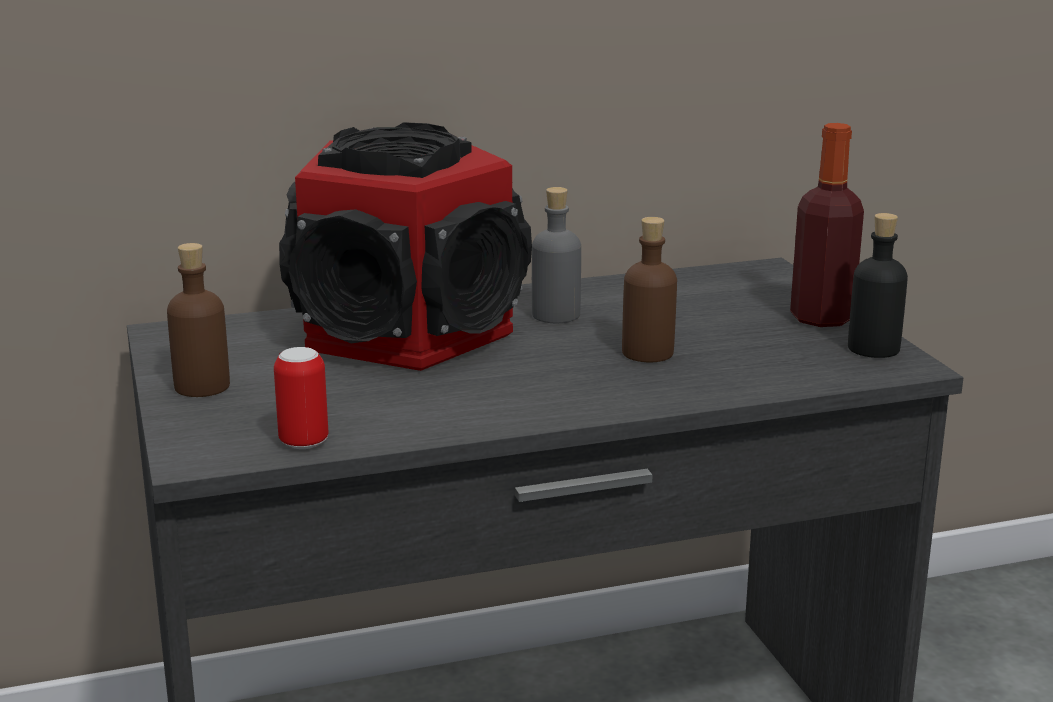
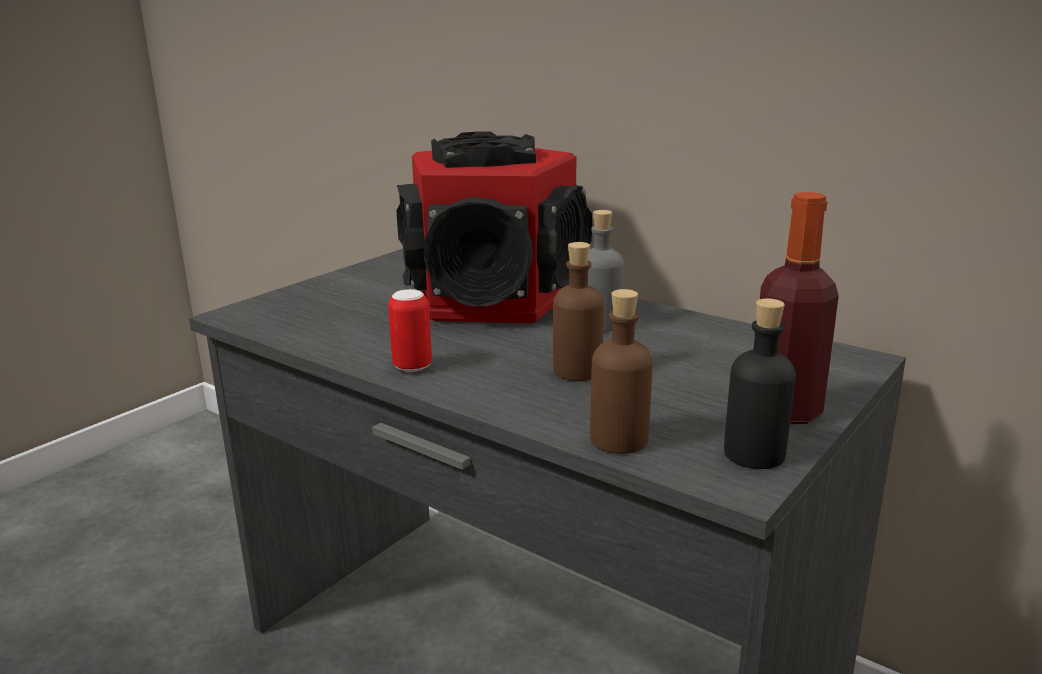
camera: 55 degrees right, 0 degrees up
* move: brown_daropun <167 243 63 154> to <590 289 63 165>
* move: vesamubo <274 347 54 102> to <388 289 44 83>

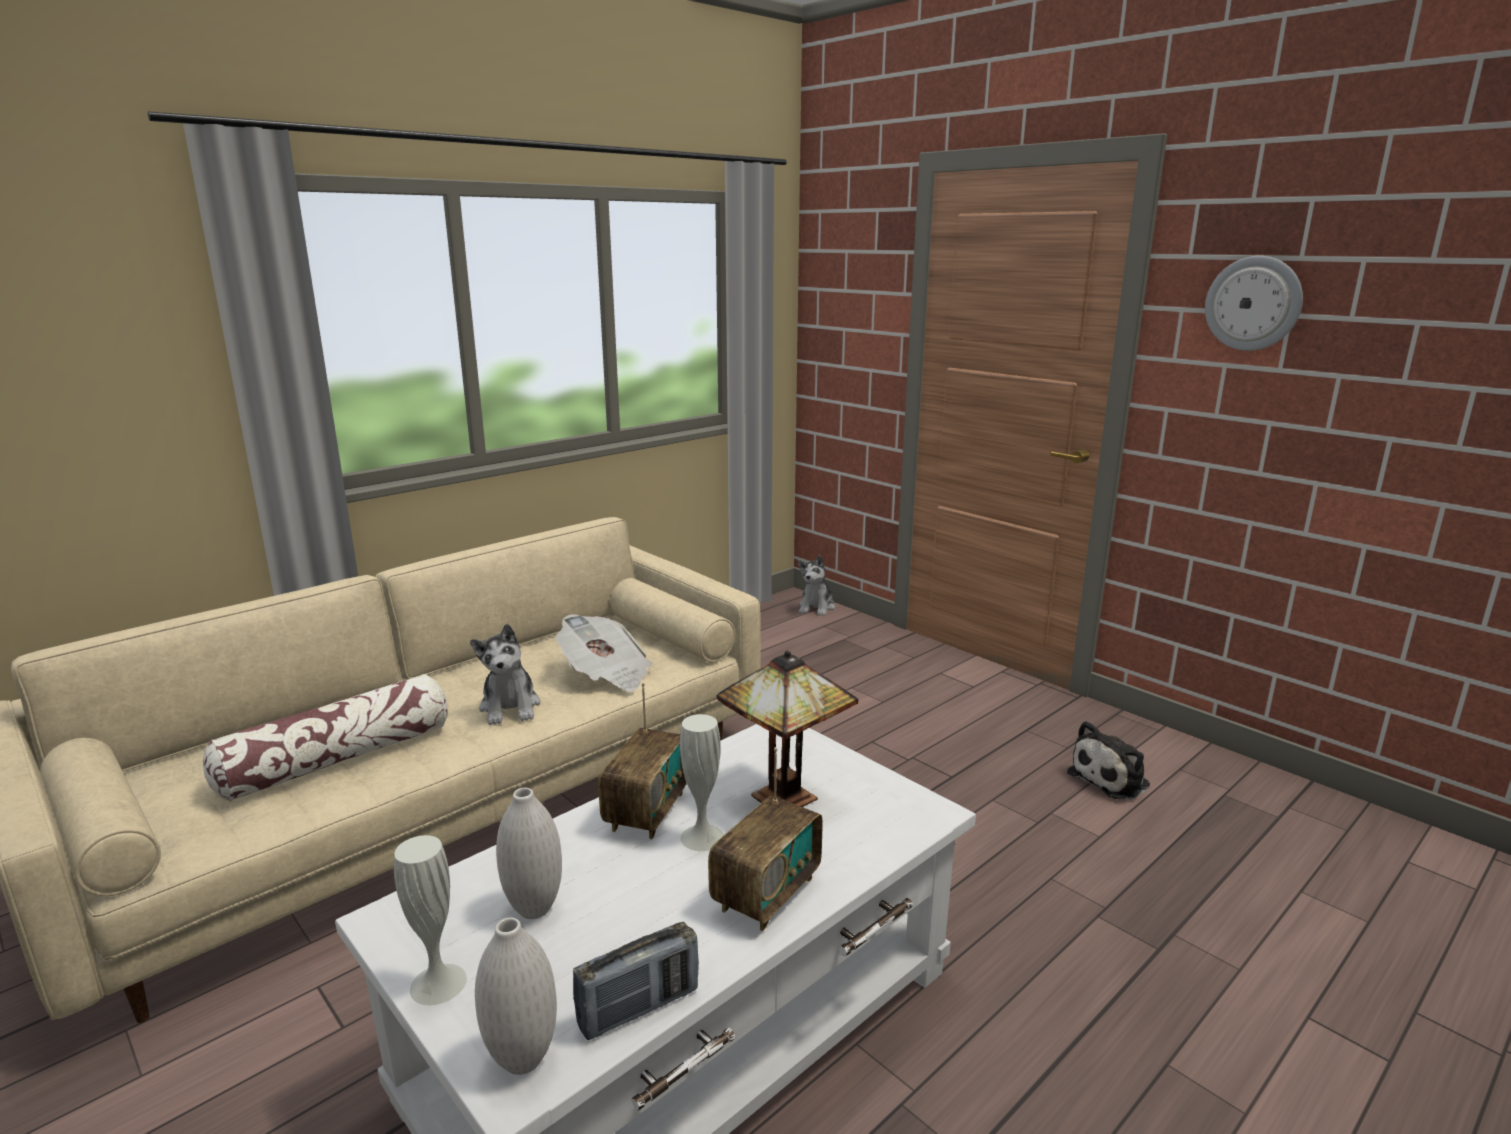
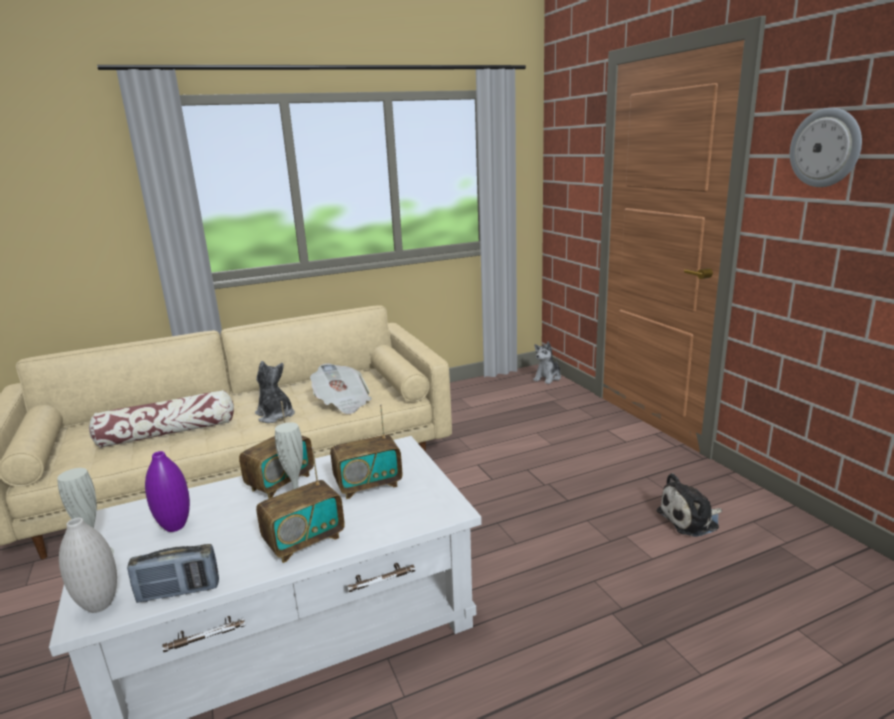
camera: 20 degrees right, 0 degrees up
* rotate: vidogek <470 624 70 101> = <255 361 40 62> 135 degrees clockwise
* recolor: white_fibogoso <496 788 66 131> to purple_fibogoso <145 451 45 81>
* replace: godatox <717 651 142 156> to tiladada <330 404 73 95>

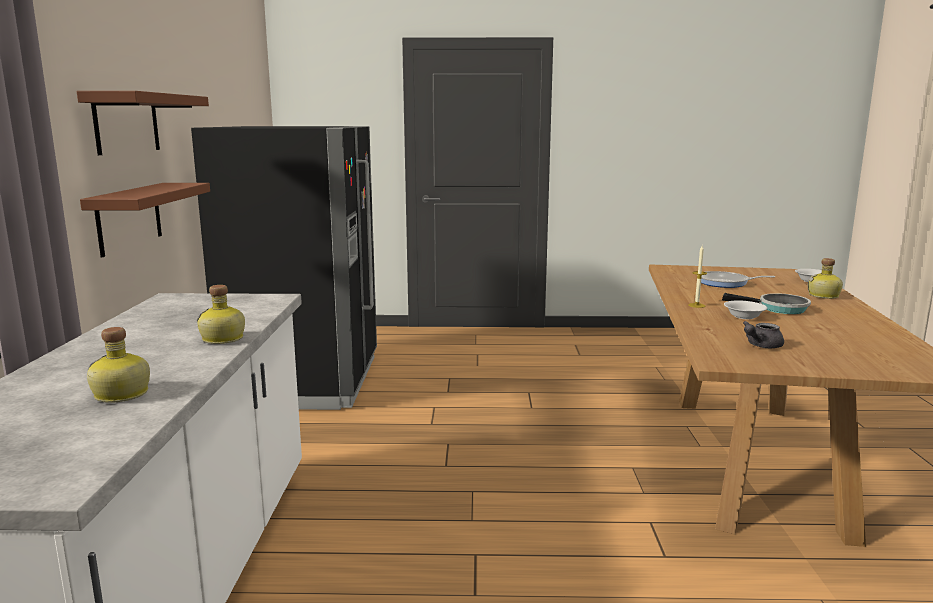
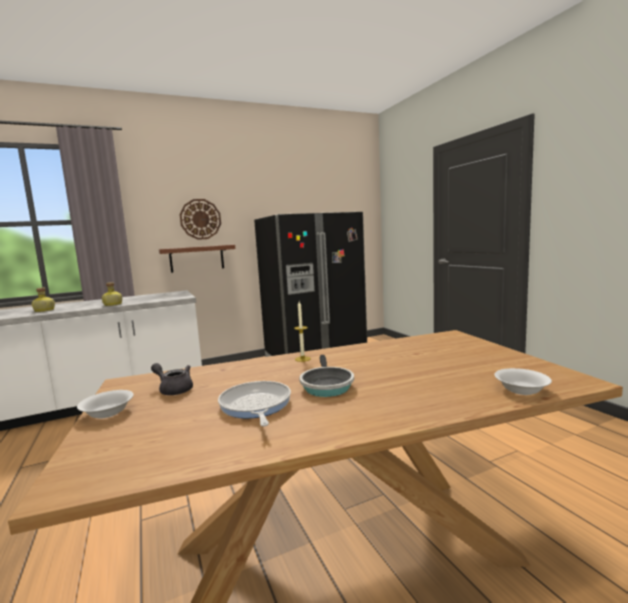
camera: 65 degrees right, 5 degrees down
* replace: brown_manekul <77 91 132 64> to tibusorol <180 199 41 41>
* move: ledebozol <701 271 74 17> to <218 381 73 45>
* move: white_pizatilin <724 301 43 18> to <77 390 56 29>
* delete: daropun <808 258 35 41>

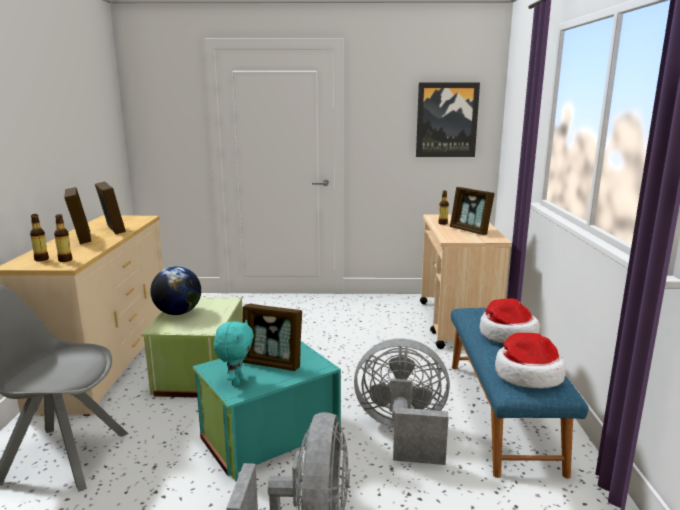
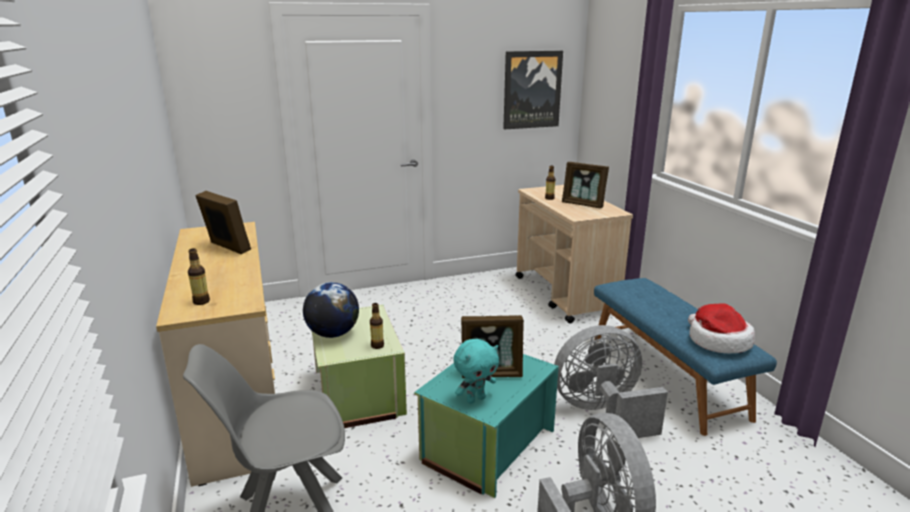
camera: 20 degrees left, 5 degrees up
* move: daropun <54 214 18 48> to <370 303 14 46>
* delete: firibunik <64 187 27 57>
* rotate: turquoise_vidogek <213 320 41 66> = <453 339 46 65> 75 degrees clockwise
* delete: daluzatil <480 298 60 45>

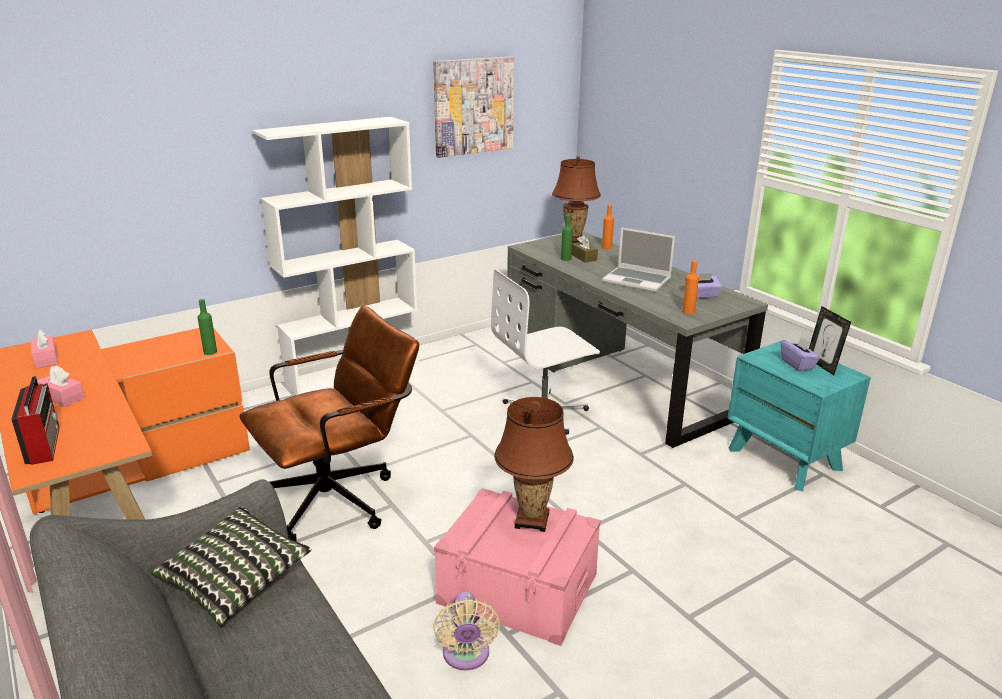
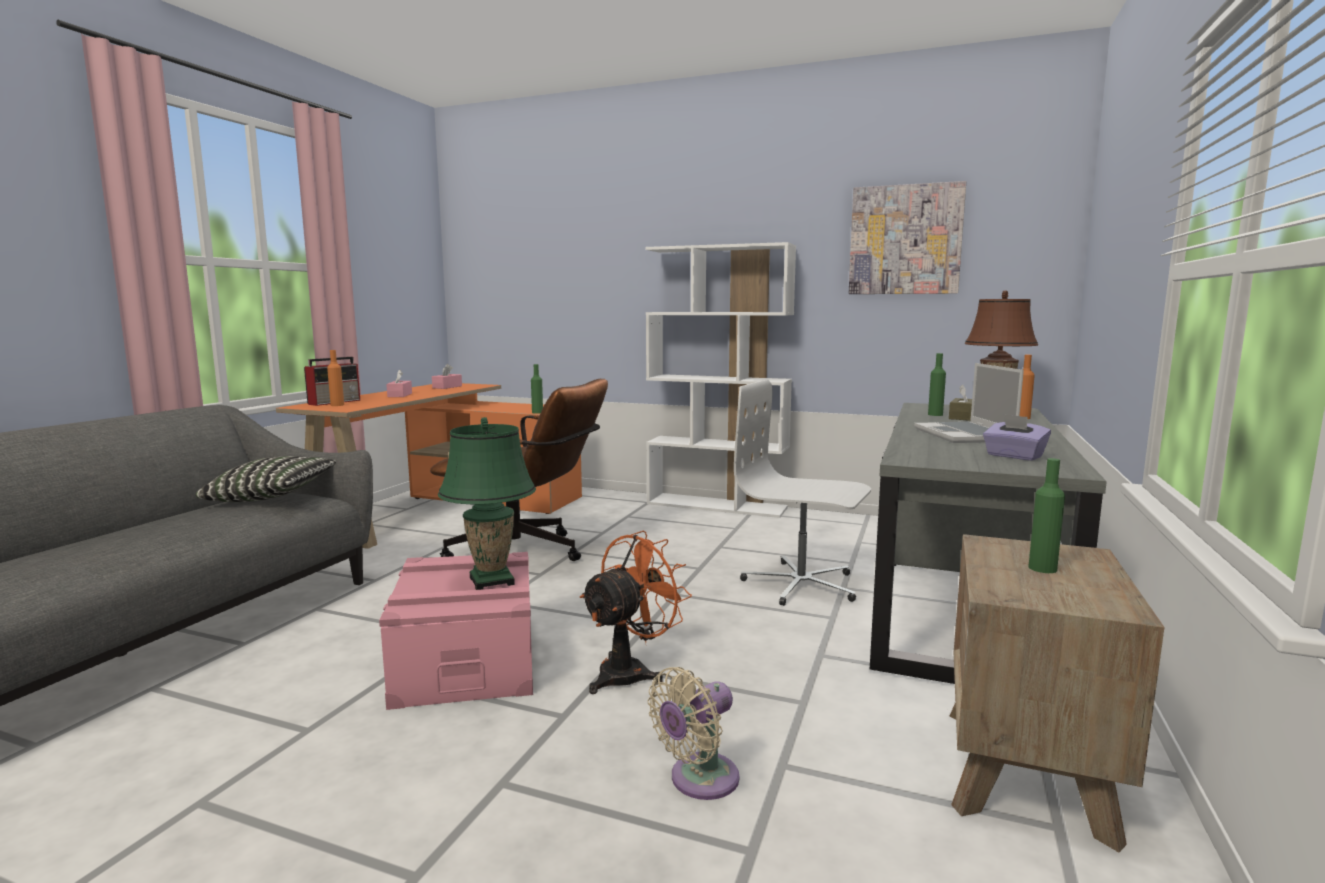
camera: 55 degrees right, 15 degrees down
* move: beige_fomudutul <433 591 67 80> to <648 667 91 133>
* recolor: brown_godatox <494 397 80 135> to green_godatox <438 417 98 173>
* move: orange_daropun <682 261 17 53> to <327 350 17 56>
* recolor: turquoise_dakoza <728 340 143 152> to brown_dakoza <949 534 215 318>
* replace: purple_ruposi <781 336 39 35> to green_daropun <1028 458 37 115>
* delete: firibunik <809 306 42 69>
* insert: orange_fomudutul <580 531 112 163>

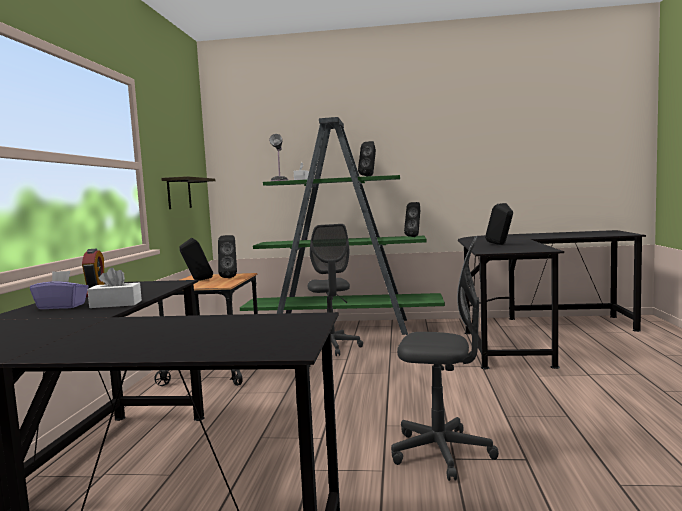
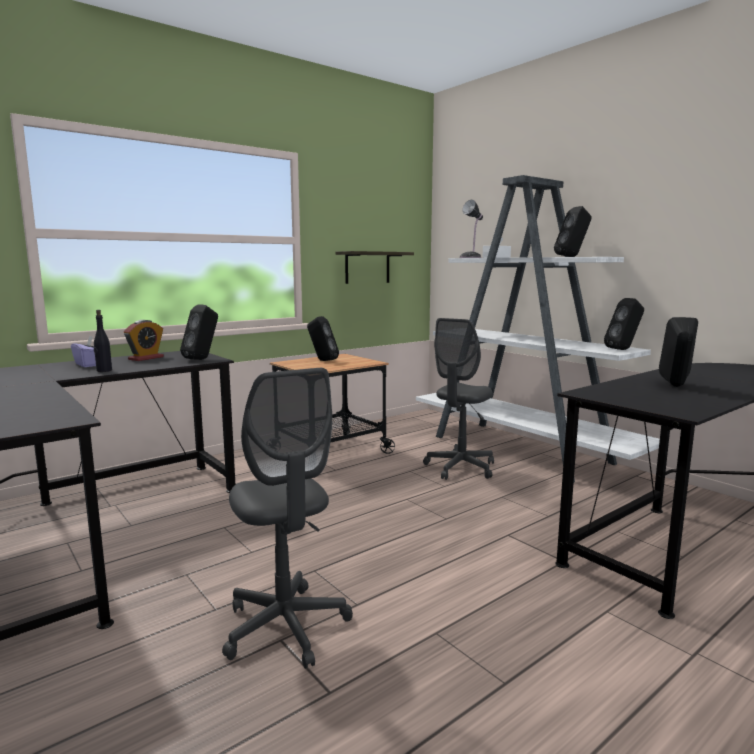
camera: 45 degrees right, 5 degrees up
* replace: white_ruposi <87 268 55 40> to black_daropun <94 310 18 62>
* move: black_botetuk <218 235 19 43> to <180 305 38 55>
* recolor: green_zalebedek <240 117 205 218> to white_zalebedek <416 175 244 307>

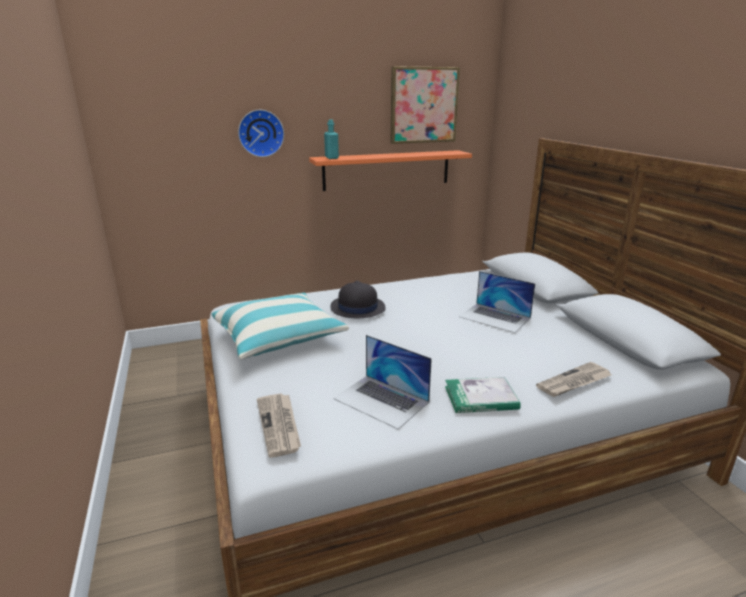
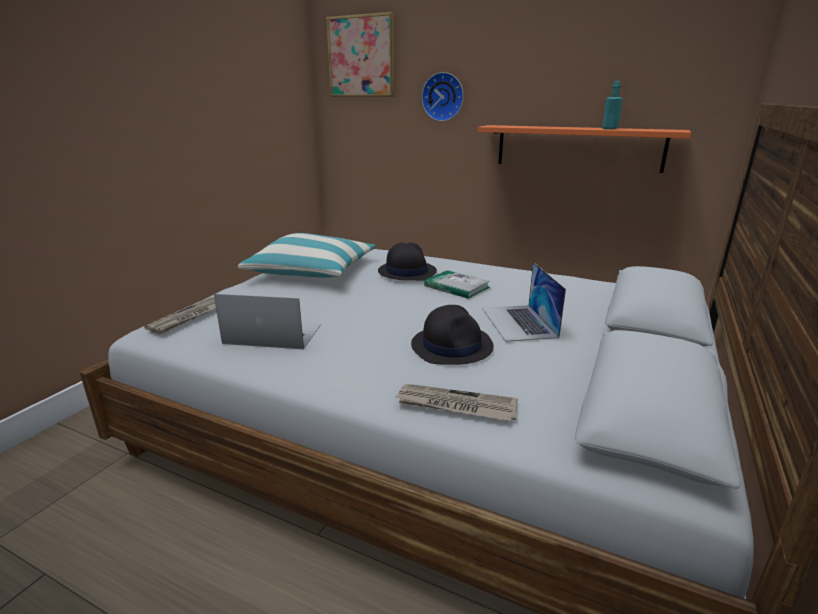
camera: 45 degrees right, 0 degrees up
* move: turquoise_daropun <324 119 15 40> to <602 81 21 48>
* rotate: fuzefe <333 335 99 94> = <214 294 107 55> 105 degrees clockwise
* move: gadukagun <391 66 69 78> to <326 12 69 85>
* move: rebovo <445 377 76 36> to <424 270 66 29>
* insert: black_daluzatil <411 305 83 60>

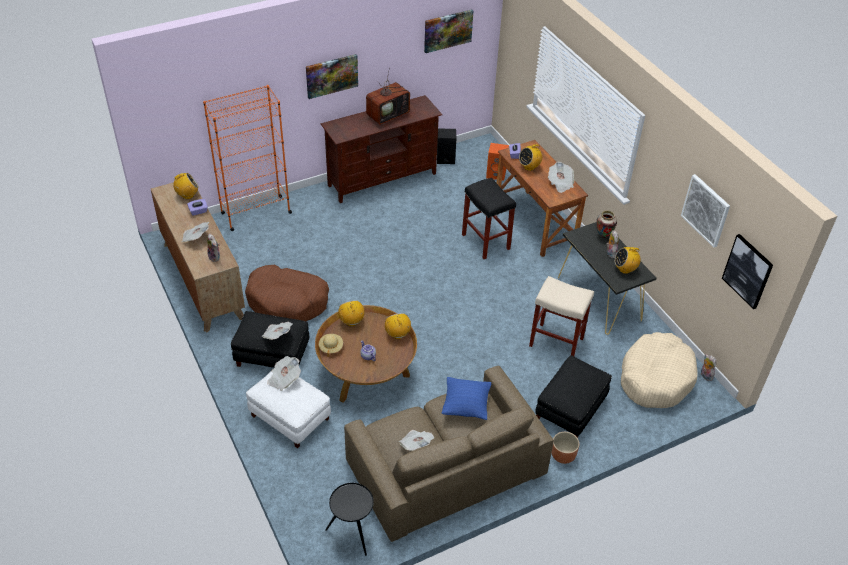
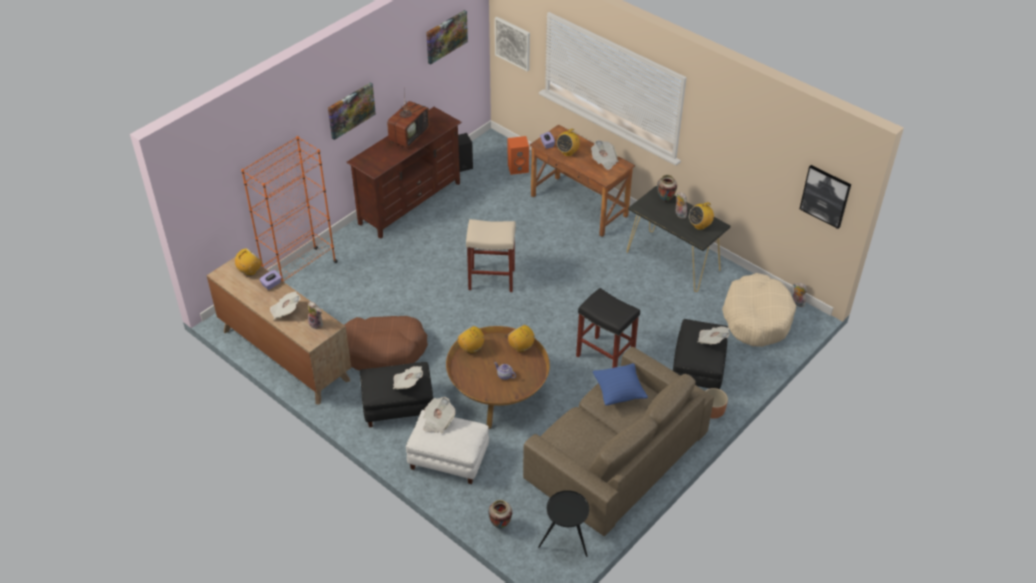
camera: 20 degrees left, 0 degrees up
* delete: beige_daluzatil <319 334 24 23>
* move: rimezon <399 430 35 21> to <697 326 33 19>
* move: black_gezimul <462 178 54 81> to <576 288 64 80>
* move: beige_gezimul <529 276 65 80> to <466 219 50 73>
* move: gadukagun <681 174 49 73> to <495 17 35 54>
* insert: fibogoso <488 500 24 29>

